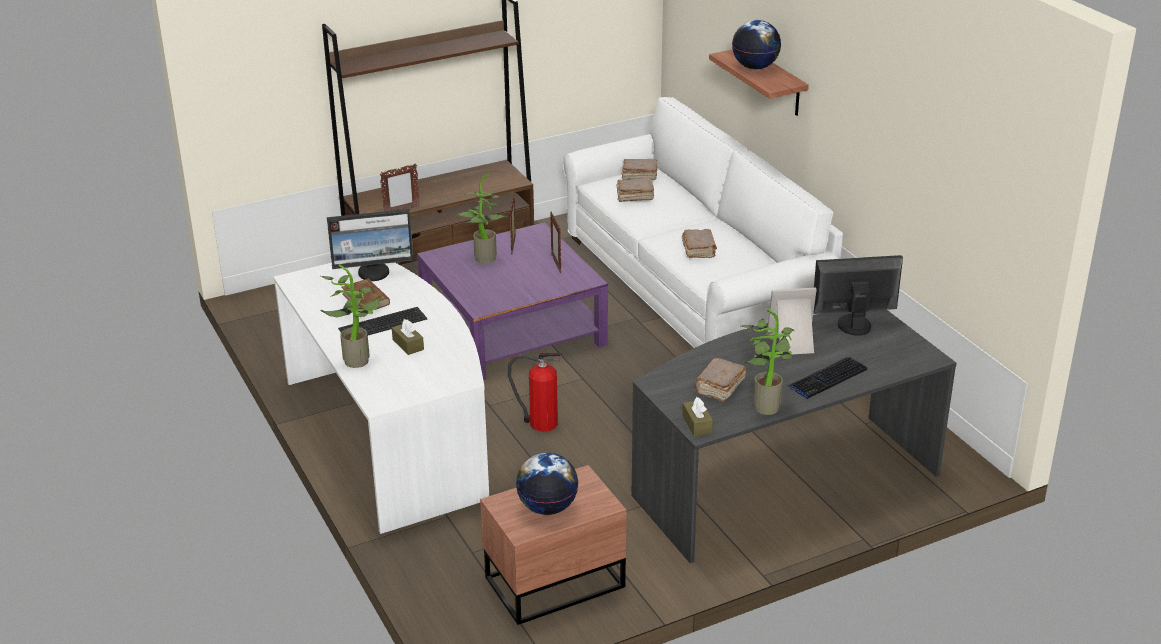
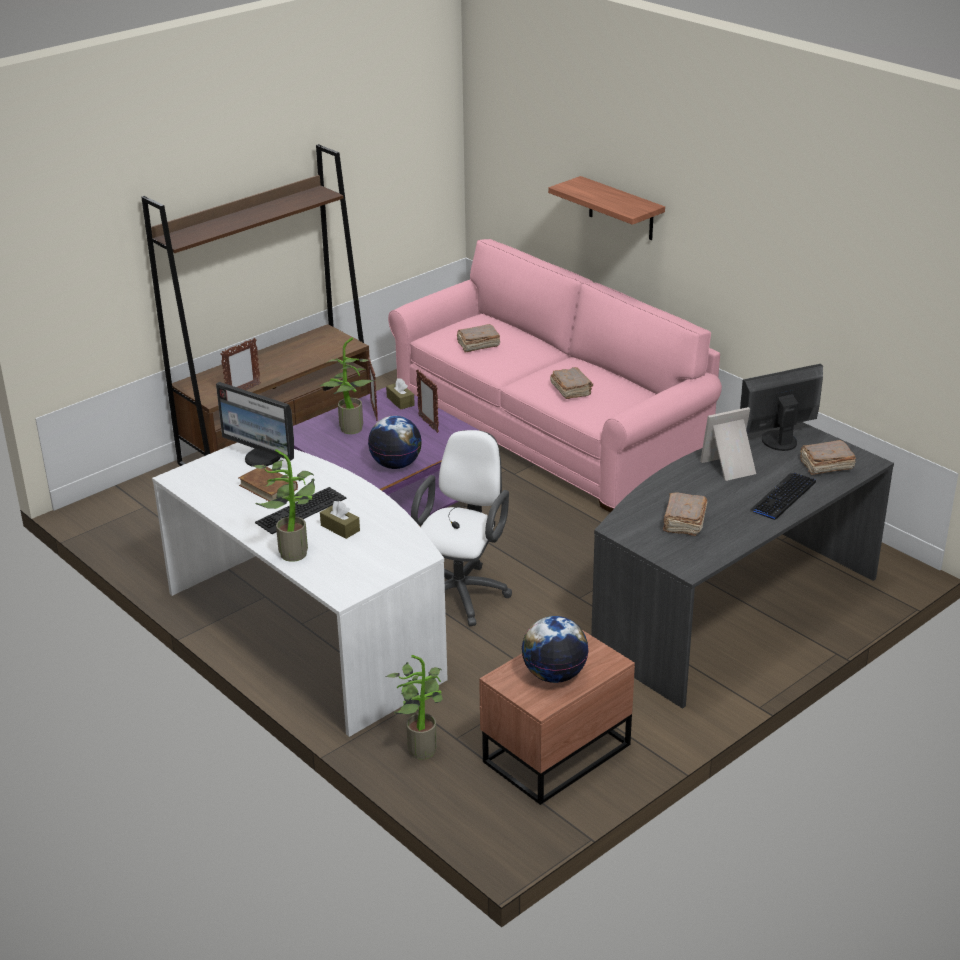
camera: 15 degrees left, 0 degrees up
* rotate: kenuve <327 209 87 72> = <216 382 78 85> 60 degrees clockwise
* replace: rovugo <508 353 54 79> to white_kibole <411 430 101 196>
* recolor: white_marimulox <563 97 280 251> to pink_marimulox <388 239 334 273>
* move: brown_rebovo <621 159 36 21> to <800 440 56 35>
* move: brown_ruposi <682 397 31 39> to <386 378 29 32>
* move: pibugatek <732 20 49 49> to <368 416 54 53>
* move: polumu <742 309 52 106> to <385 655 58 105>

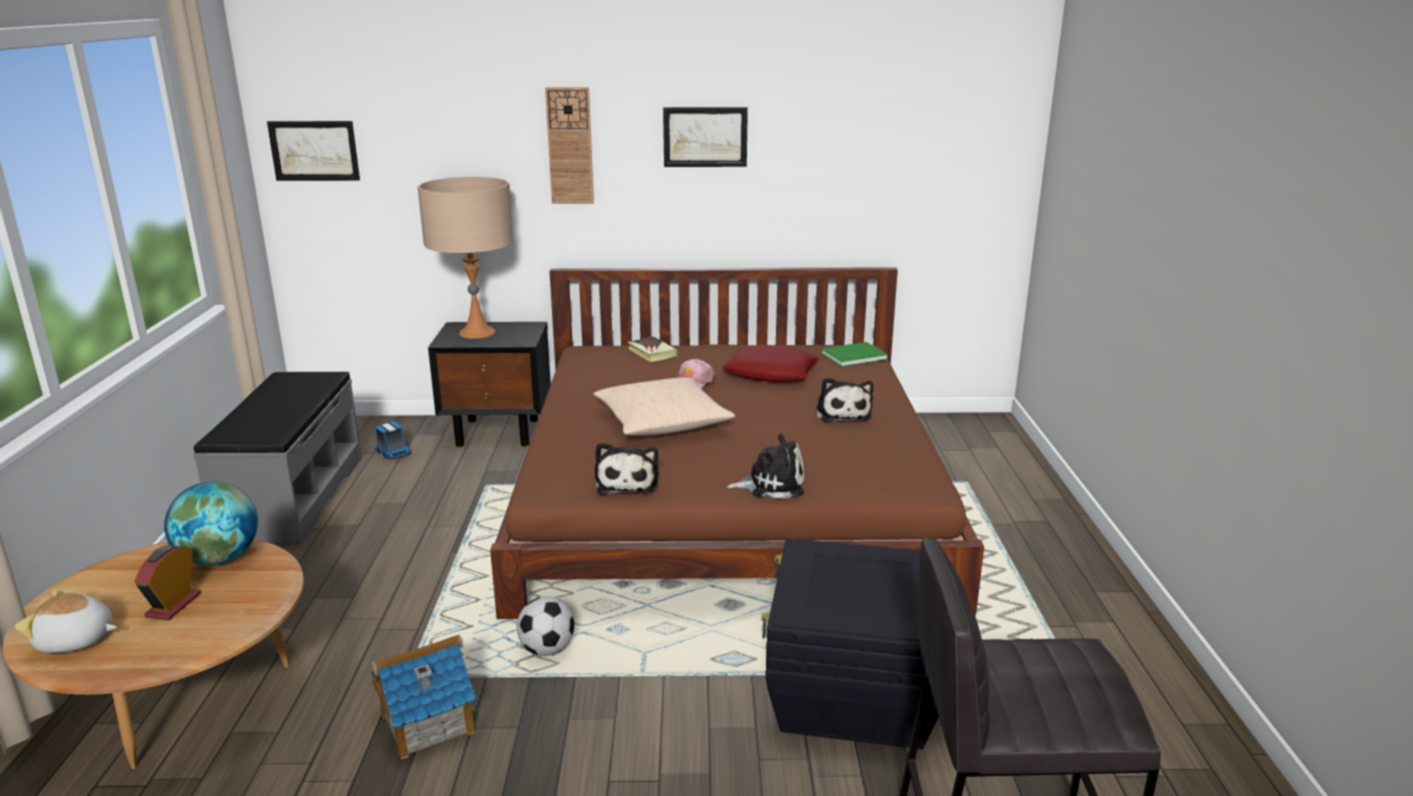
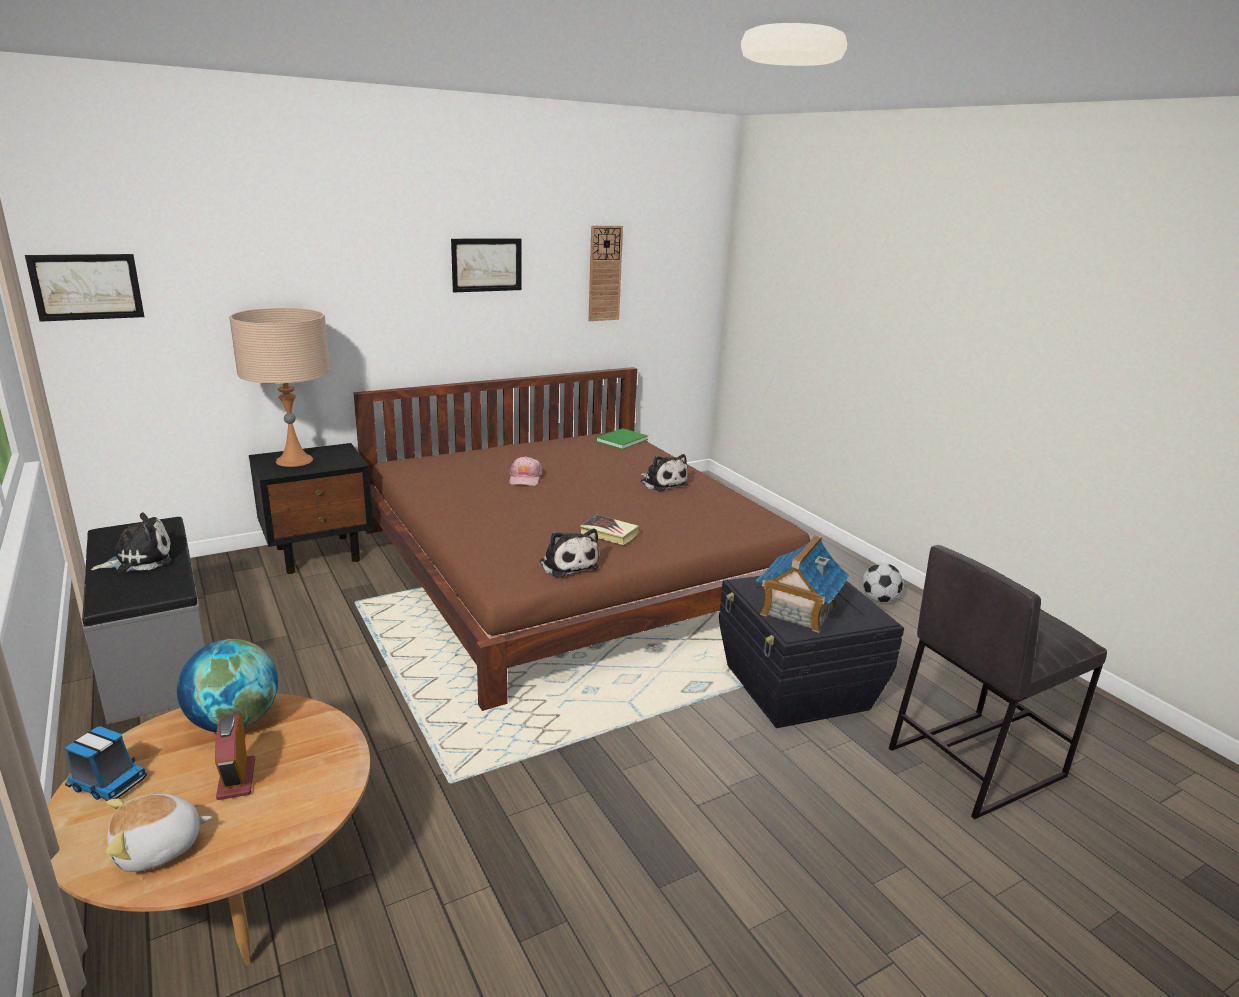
camera: 30 degrees left, 0 degrees up
* move: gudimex <370 634 107 125> to <756 535 93 98>
* move: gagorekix <375 422 36 38> to <65 726 82 75>
* move: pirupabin <517 596 57 60> to <862 563 41 40>
* move: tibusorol <545 87 49 117> to <589 226 34 95>
* delete: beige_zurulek <593 377 143 59>
* move: rebovo <628 337 50 25> to <580 515 60 30>
* delete: red_zurulek <722 345 97 37>
* move: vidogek <727 433 77 66> to <91 513 80 59>

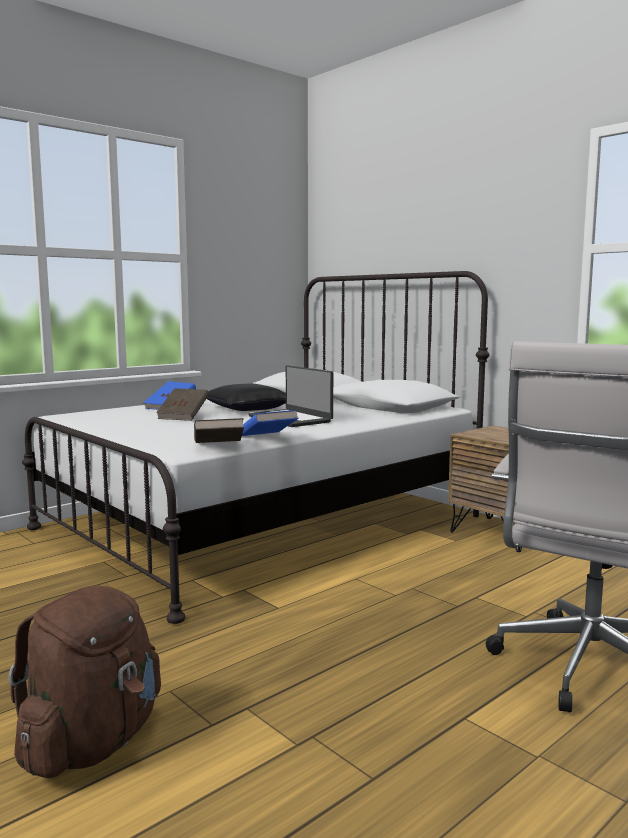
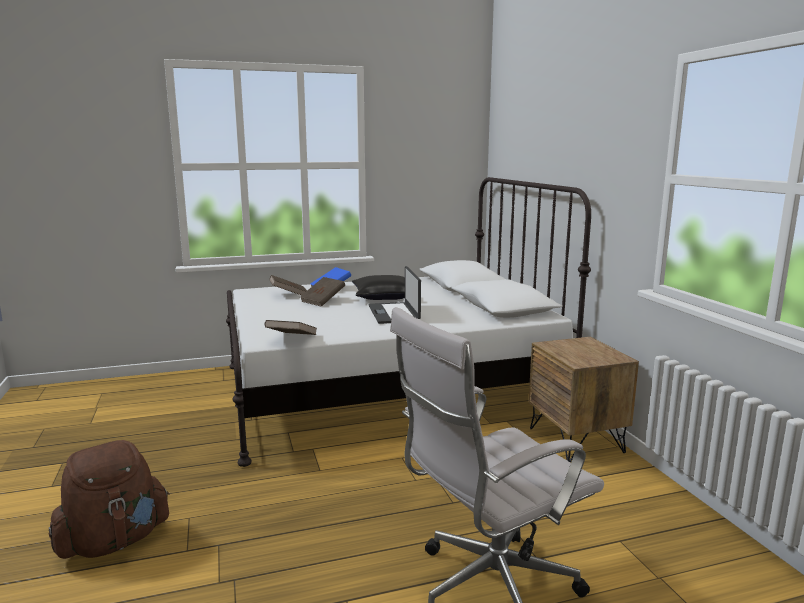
camera: 25 degrees right, 5 degrees up
* delete: blue_rebovo <242 410 57 26>
* insert: brown_rebovo <269 275 38 20>

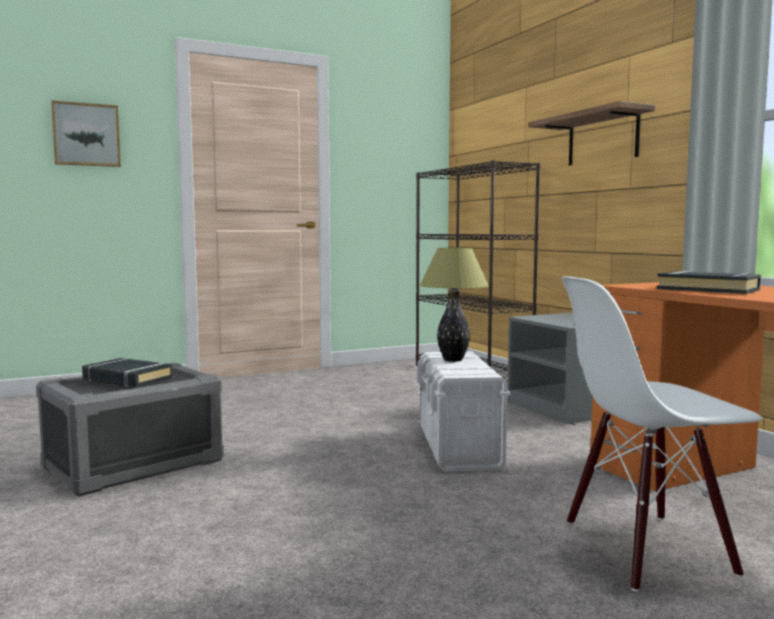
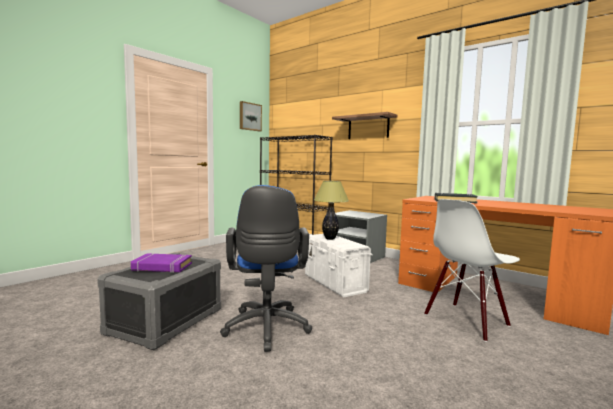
camera: 25 degrees left, 0 degrees up
* move: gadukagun <51 100 70 67> to <240 101 22 30>
* recolor: black_rebovo <82 358 90 29> to purple_rebovo <131 254 61 19>
* insert: blue_kibole <220 185 92 167>

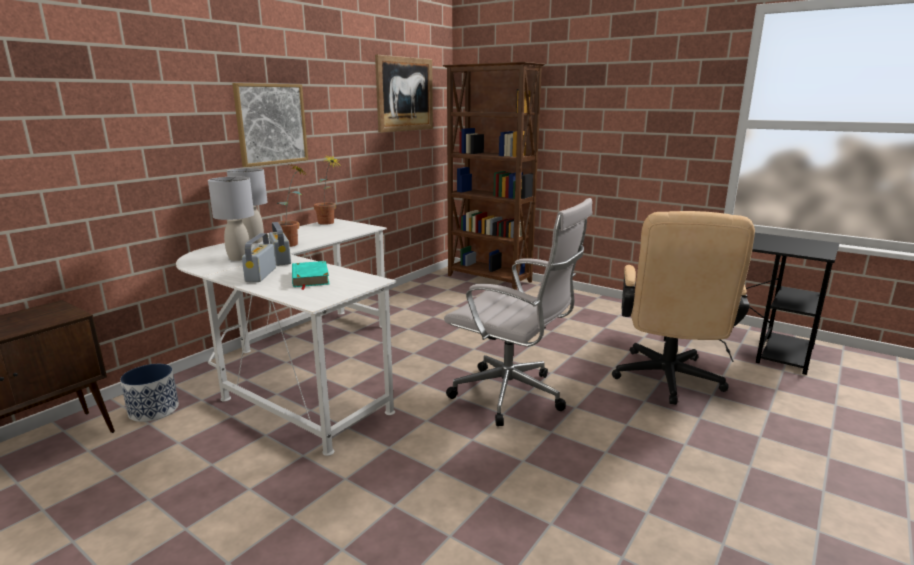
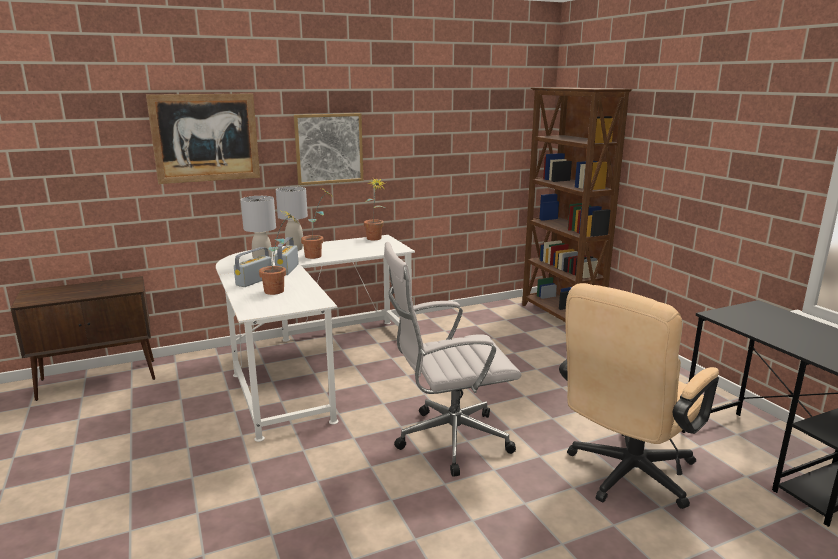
camera: 30 degrees right, 0 degrees up
* delete: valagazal <120 364 59 58>
* replace: turquoise_rebovo <292 261 38 29> to polumu <259 209 39 86>
* move: gadukagun <375 55 58 78> to <146 93 114 91>
* rotate: white_kibole <444 198 149 228> = <384 242 138 234> 105 degrees clockwise

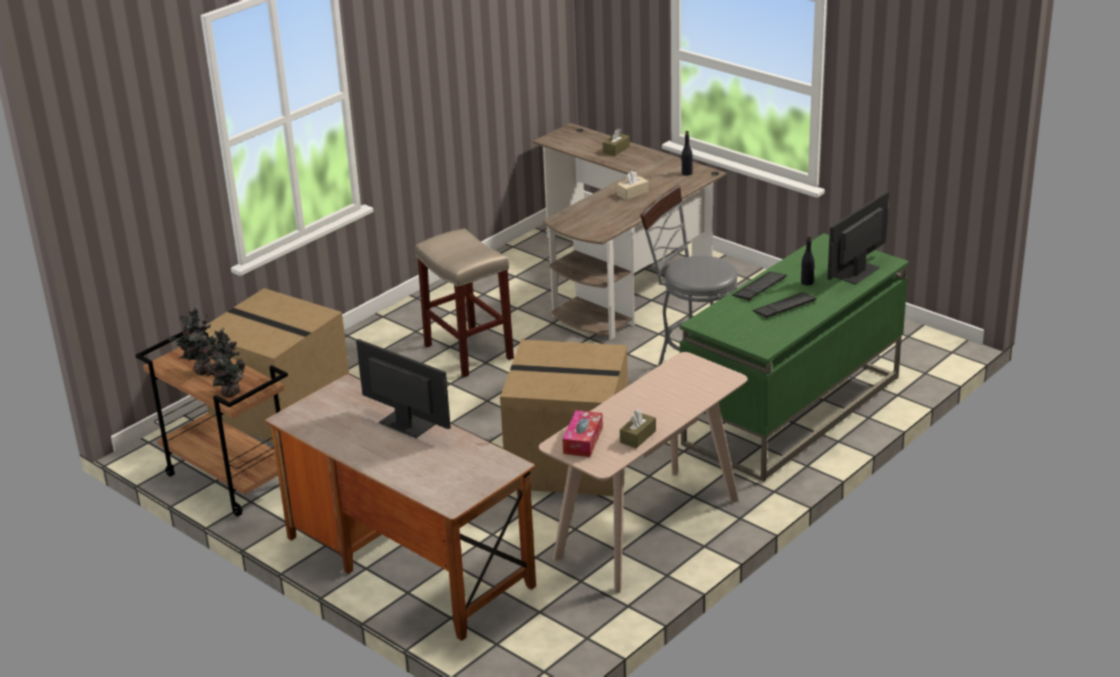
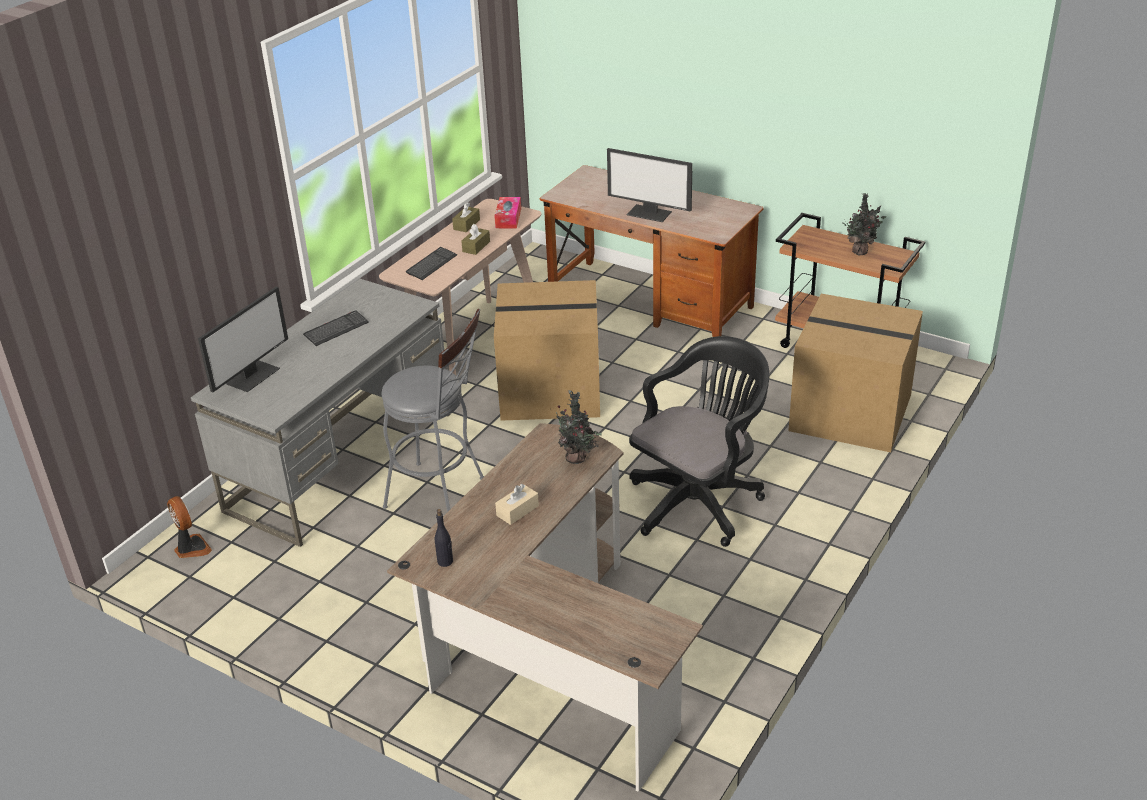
camera: 170 degrees right, 5 degrees up
* move: polumu <206 329 39 68> to <552 390 50 74>
* replace: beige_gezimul <415 228 99 149> to black_kibole <629 336 140 211>
* move: brown_ruposi <603 129 27 27> to <461 224 29 31>
* recolor: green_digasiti <680 233 229 249> to grey_digasiti <191 279 258 268>
* move: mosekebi <732 272 55 29> to <406 247 51 33>
* delete: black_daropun <801 235 14 50>
* insert: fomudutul <167 496 45 62>

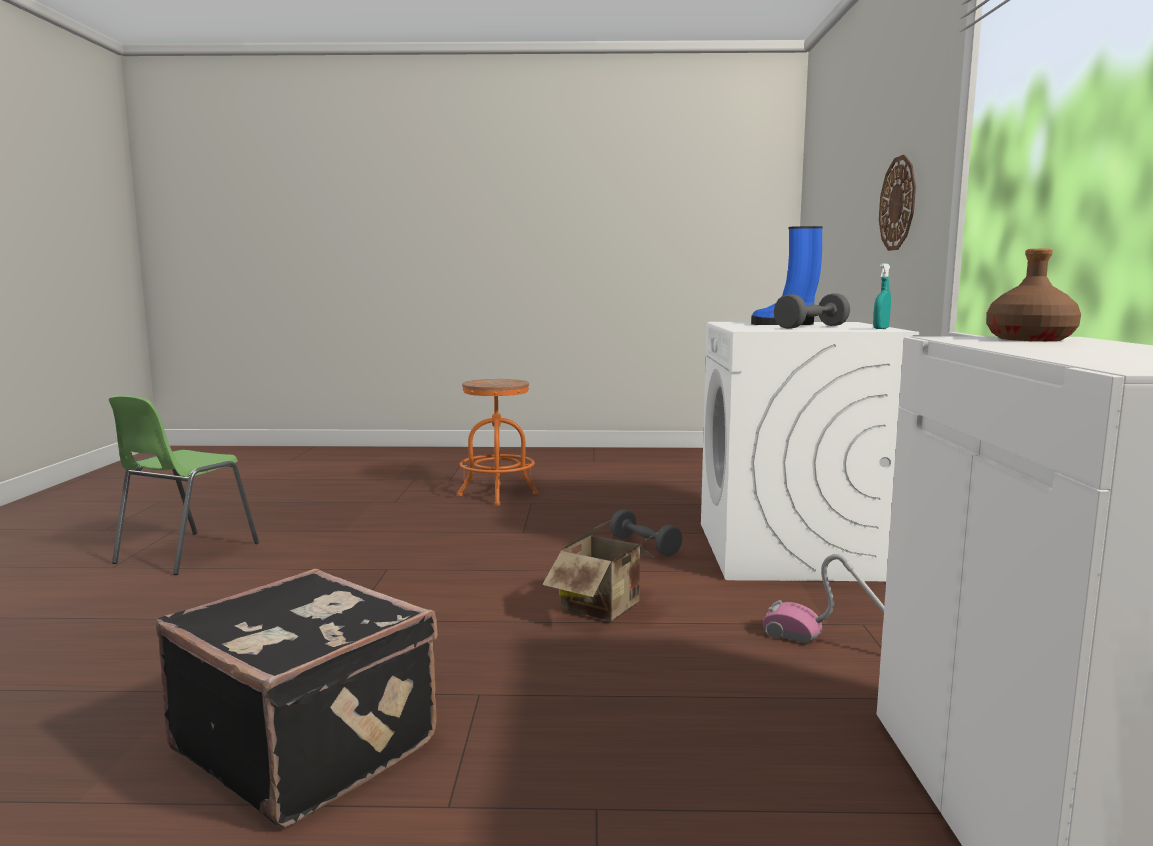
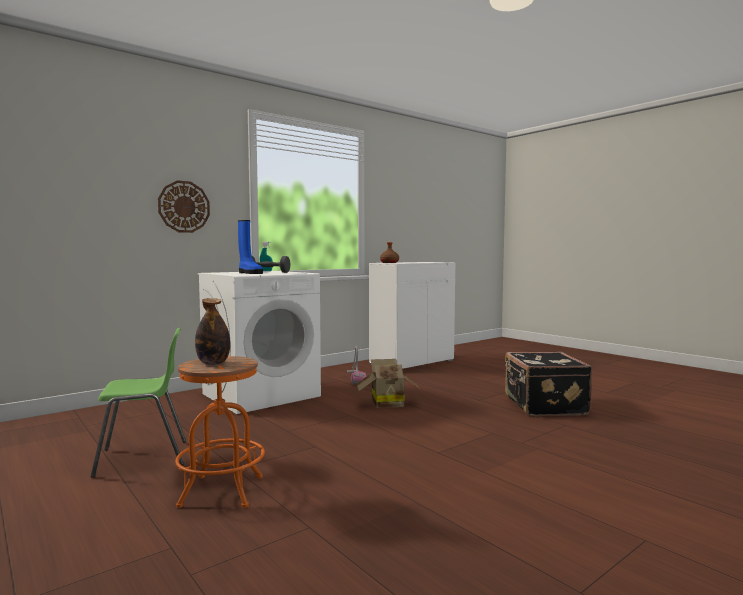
camera: 130 degrees left, 5 degrees down
* move: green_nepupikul <109 395 150 180> to <91 328 95 150>
* delete: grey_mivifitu <610 509 72 47>
* insert: daropun <195 298 35 67>

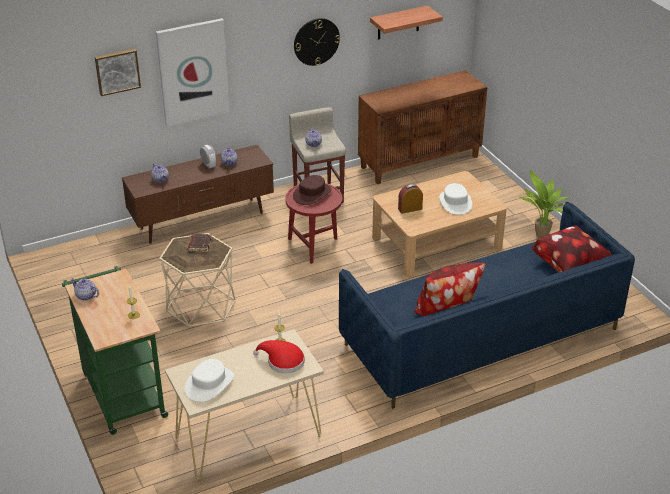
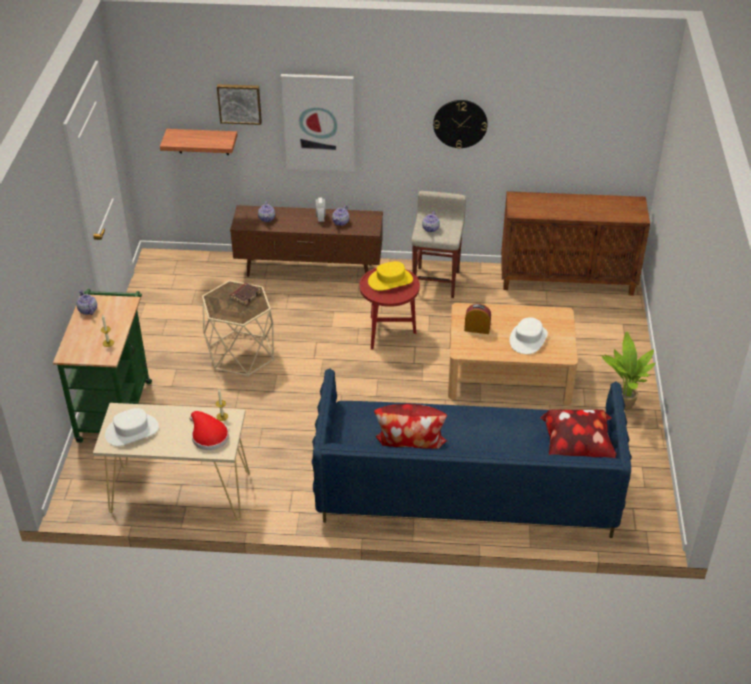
camera: 30 degrees right, 5 degrees up
* recolor: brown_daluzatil <293 175 39 30> to yellow_daluzatil <368 261 45 30>
* move: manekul <370 5 73 35> to <160 129 78 26>

